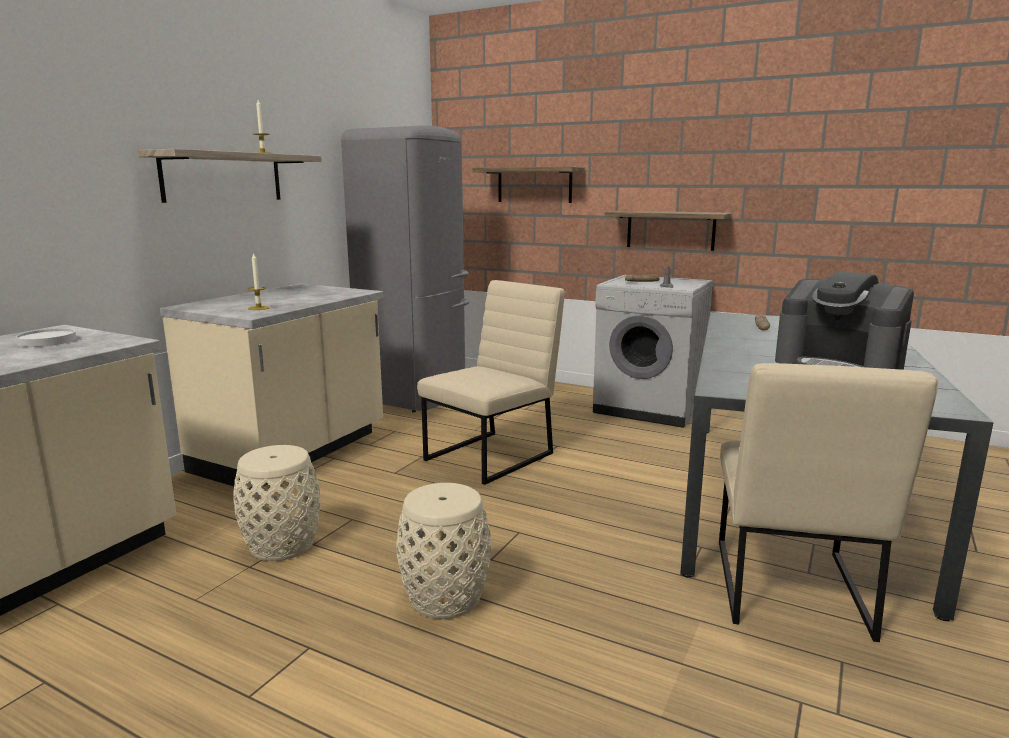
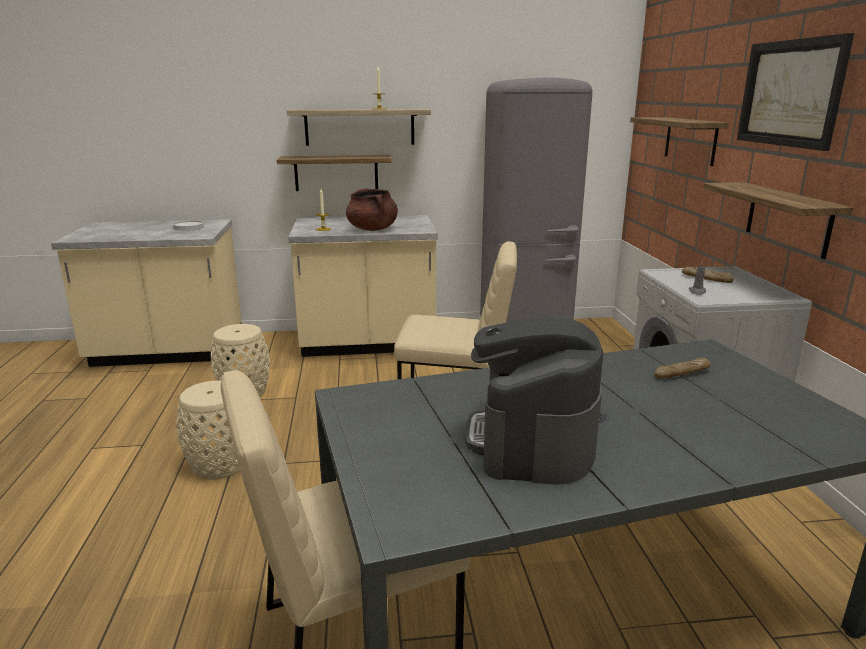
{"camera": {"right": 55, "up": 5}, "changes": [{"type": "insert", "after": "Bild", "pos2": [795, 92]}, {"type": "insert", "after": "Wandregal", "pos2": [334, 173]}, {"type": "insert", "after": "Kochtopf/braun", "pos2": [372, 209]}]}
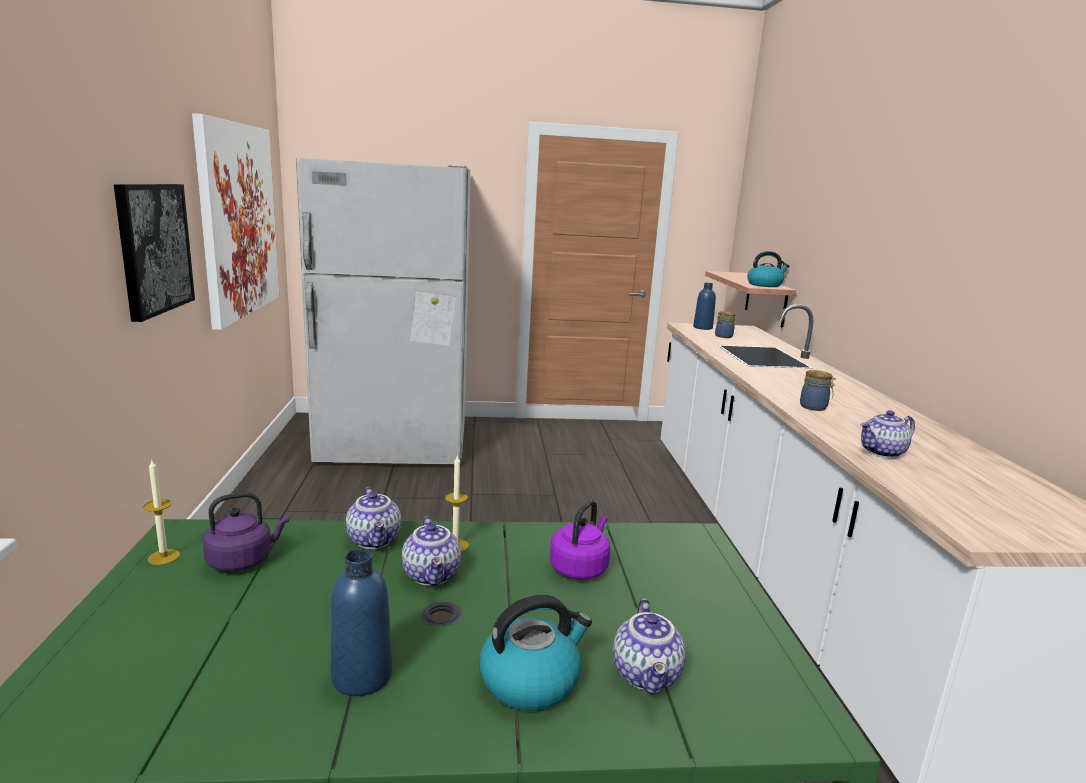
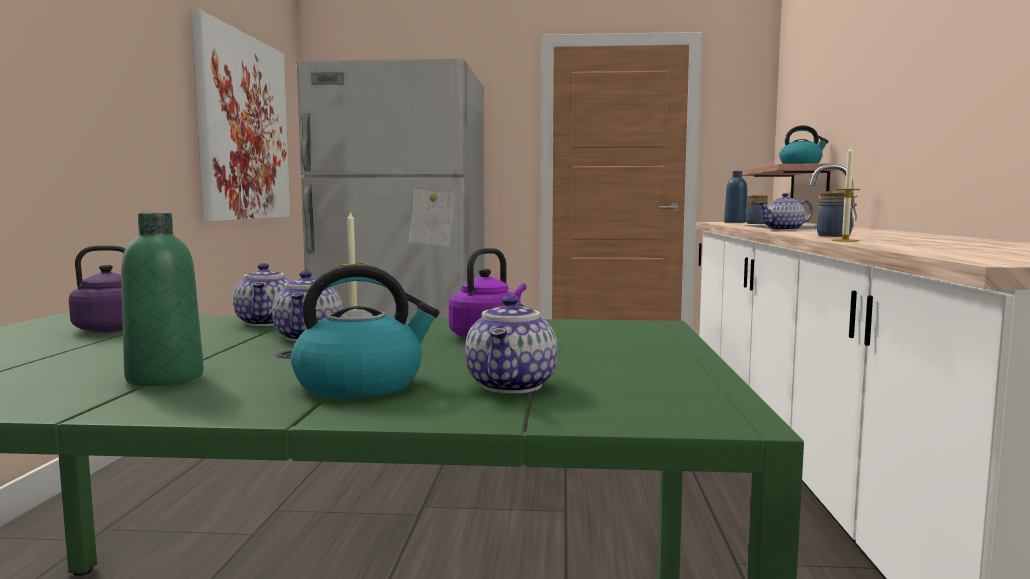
{"camera": {"right": 10, "up": -10}, "changes": [{"type": "delete", "before": "Bild", "pos1": [154, 253]}, {"type": "move", "before": "Teekanne", "pos1": [887, 434], "pos2": [785, 212]}, {"type": "move", "before": "Kerze", "pos1": [161, 512], "pos2": [845, 194]}, {"type": "recolor", "before": "Flasche/blau", "after": "Flasche/grün", "pos1": [361, 622], "pos2": [162, 299]}]}
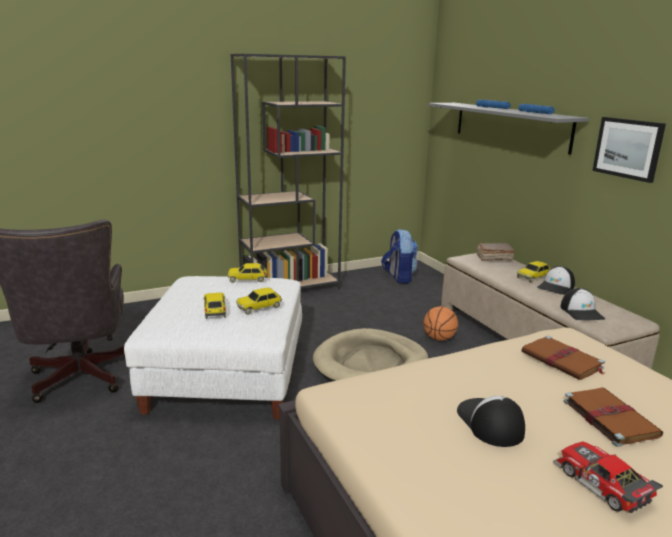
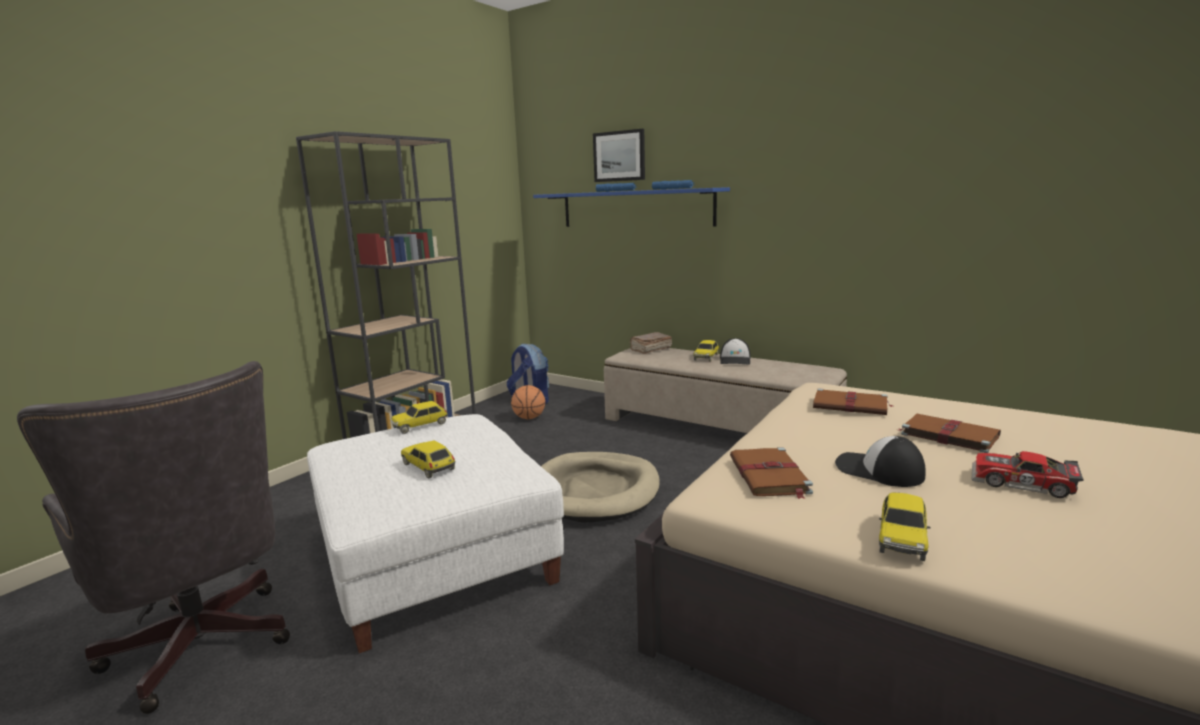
{"camera": {"right": -30, "up": -5}, "changes": [{"type": "recolor", "before": "Wandregal/grau", "after": "Wandregal/blau", "pos1": [508, 129], "pos2": [631, 207]}, {"type": "move", "before": "Bild", "pos1": [629, 150], "pos2": [619, 155]}, {"type": "move", "before": "Spielzeugauto", "pos1": [259, 301], "pos2": [904, 526]}, {"type": "delete", "before": "Kappe", "pos1": [582, 304]}, {"type": "move", "before": "Basketball", "pos1": [440, 323], "pos2": [528, 402]}, {"type": "insert", "after": "Buch/braun", "pos2": [771, 473]}]}
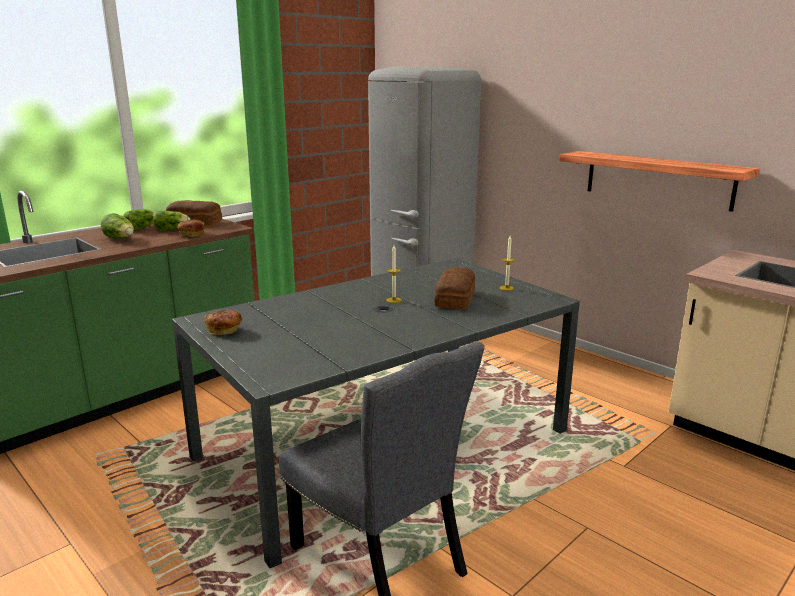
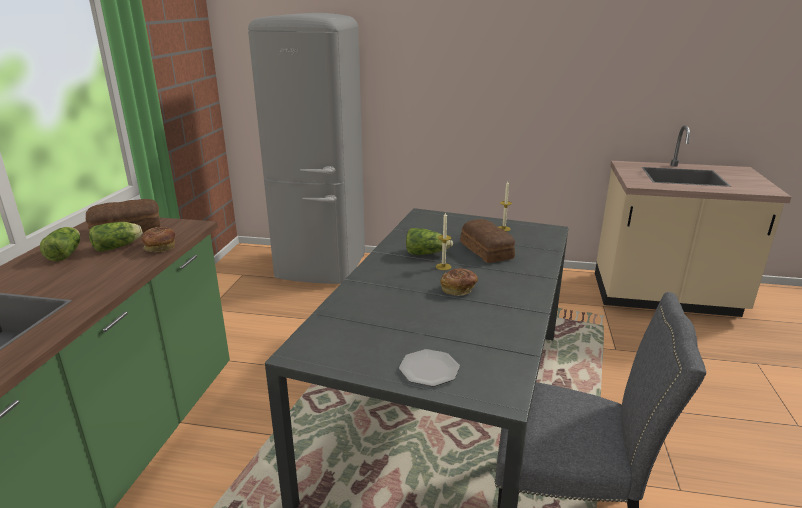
{"camera": {"right": -35, "up": 5}, "changes": [{"type": "delete", "before": "Wandregal", "pos1": [659, 181]}, {"type": "move", "before": "Salatkopf", "pos1": [117, 226], "pos2": [429, 241]}, {"type": "move", "before": "Brot", "pos1": [224, 322], "pos2": [459, 282]}, {"type": "insert", "after": "Teller", "pos2": [429, 368]}]}
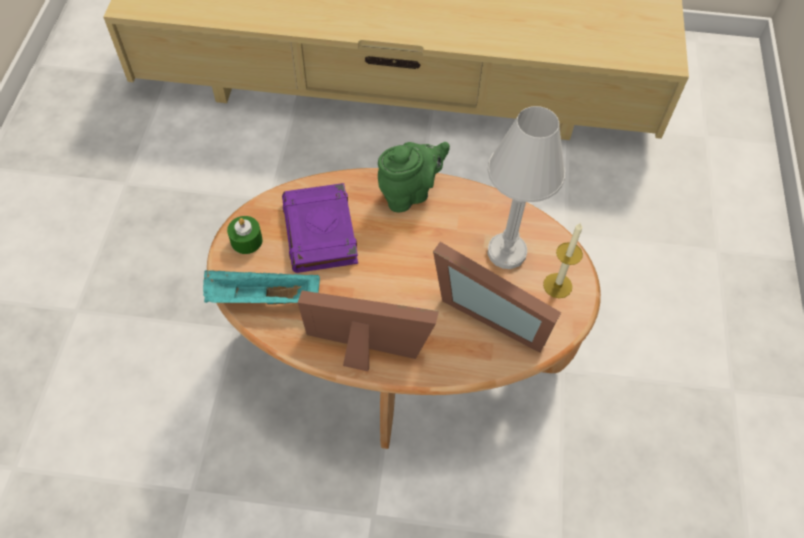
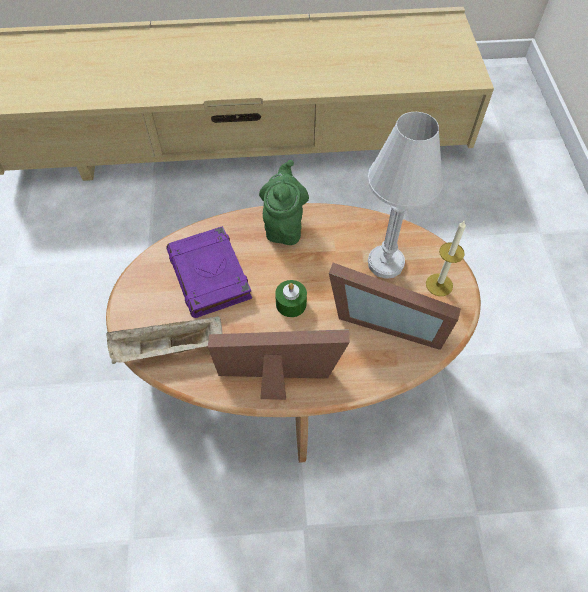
{"camera": {"right": -10, "up": 0}, "changes": [{"type": "rotate", "before": "Teekanne/grün", "pos1": [414, 177], "pos2": [284, 202], "turn": -45}, {"type": "move", "before": "Kerze/grün", "pos1": [245, 235], "pos2": [291, 298]}, {"type": "recolor", "before": "Tablett/türkis", "after": "Tablett/beige", "pos1": [261, 287], "pos2": [164, 340]}]}
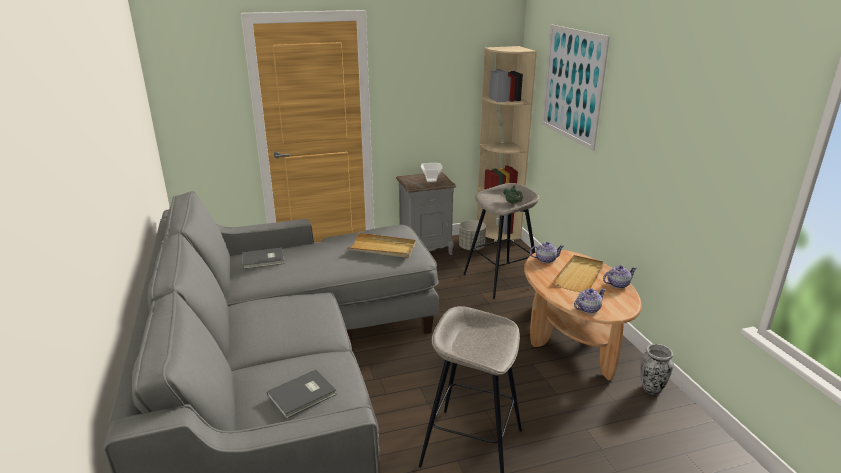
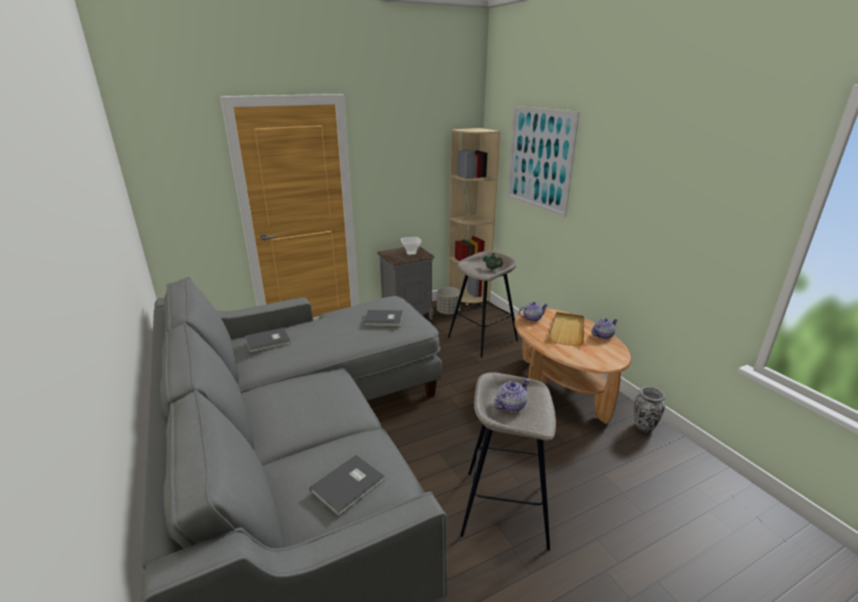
{"camera": {"right": -10, "up": 0}, "changes": [{"type": "replace", "before": "Tablett/beige", "after": "Buch/grau", "pos1": [381, 245], "pos2": [383, 318]}, {"type": "move", "before": "Teekanne", "pos1": [590, 300], "pos2": [512, 395]}]}
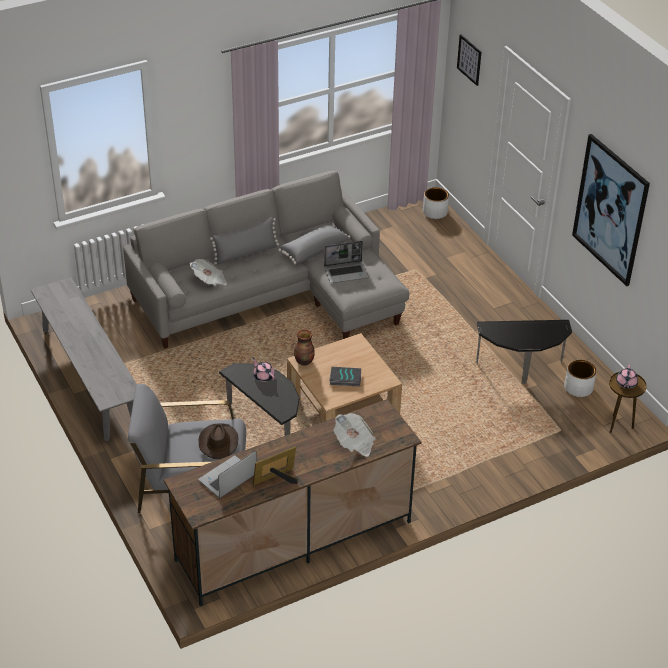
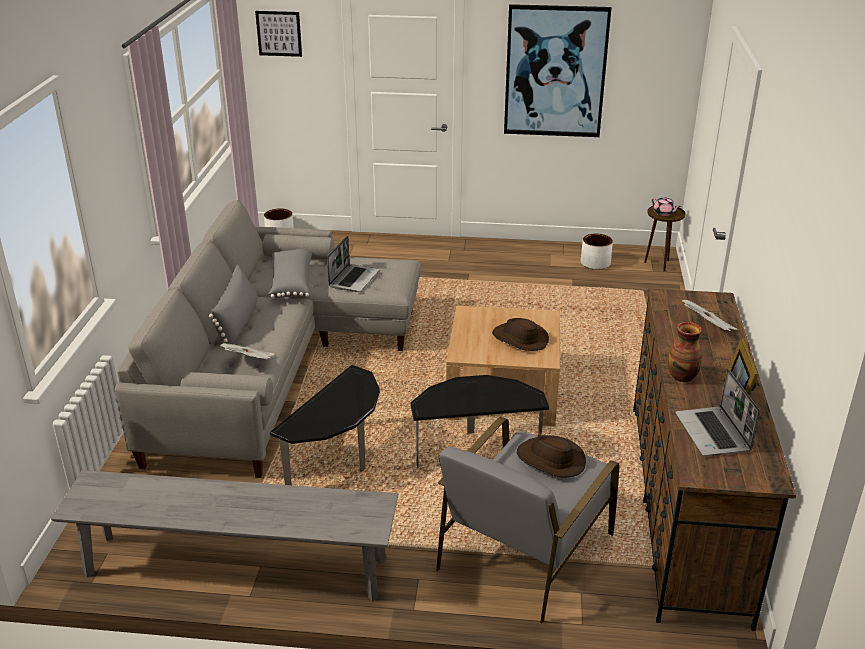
{"camera": {"right": -55, "up": -10}, "changes": [{"type": "move", "before": "Beistelltisch", "pos1": [524, 352], "pos2": [325, 425]}, {"type": "move", "before": "Vase", "pos1": [304, 347], "pos2": [685, 352]}, {"type": "delete", "before": "Teekanne/rosa", "pos1": [263, 370]}, {"type": "replace", "before": "Buch", "after": "Hut/braun", "pos1": [345, 377], "pos2": [520, 334]}]}
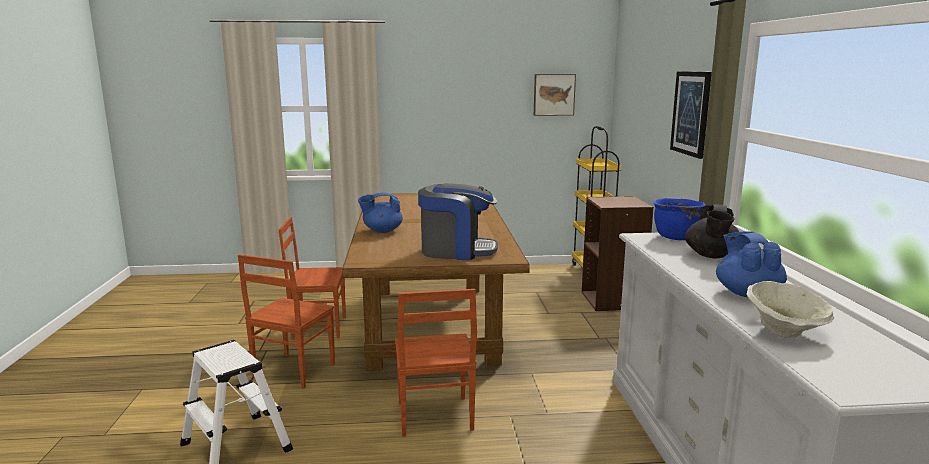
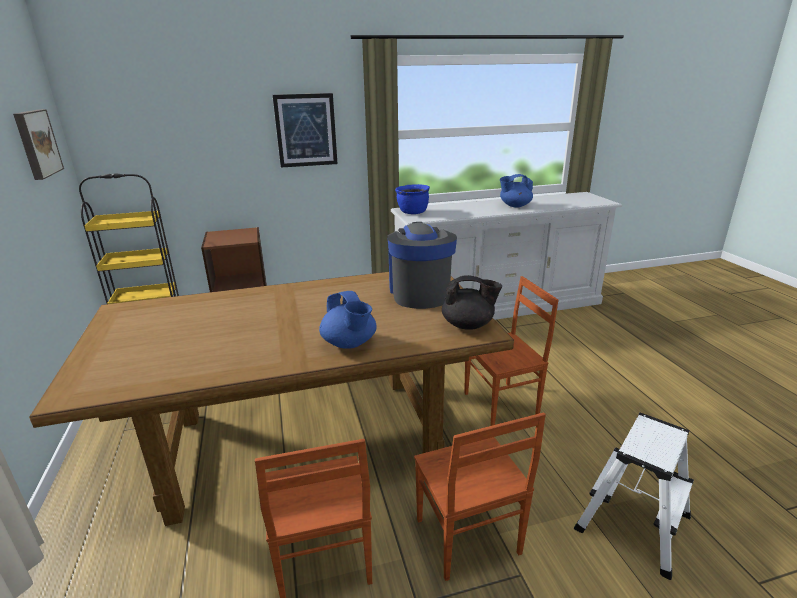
{"camera": {"right": -100, "up": 10}, "changes": [{"type": "move", "before": "Teekanne/schwarz", "pos1": [712, 231], "pos2": [472, 302]}, {"type": "rotate", "before": "Stuhl/braun", "pos1": [286, 321], "pos2": [480, 497], "turn": 60}, {"type": "delete", "before": "Schüssel/beige", "pos1": [790, 309]}]}
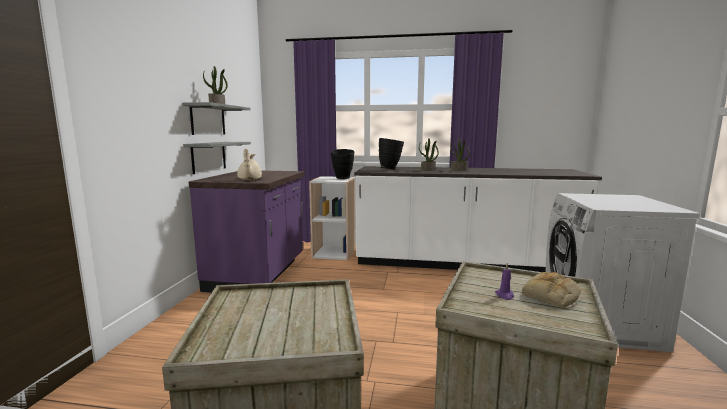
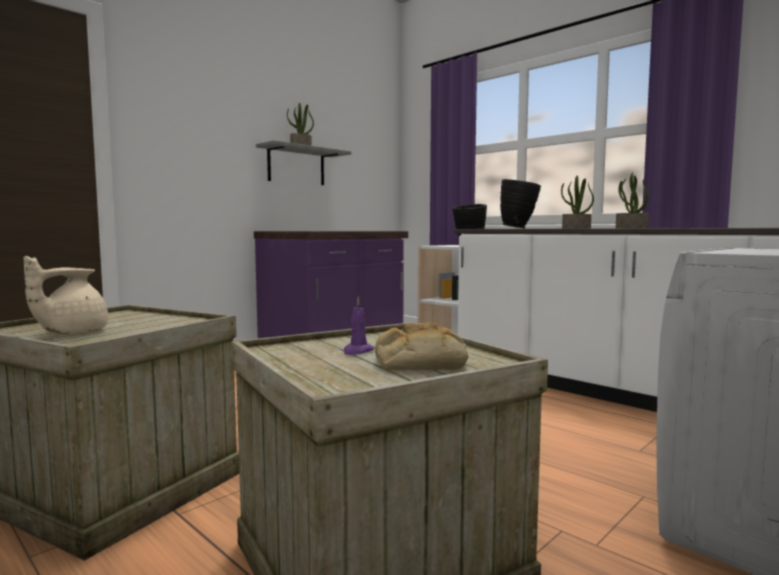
{"camera": {"right": 35, "up": -5}, "changes": [{"type": "delete", "before": "Wandregal/grau", "pos1": [217, 158]}, {"type": "move", "before": "Teekanne/beige", "pos1": [249, 164], "pos2": [66, 295]}]}
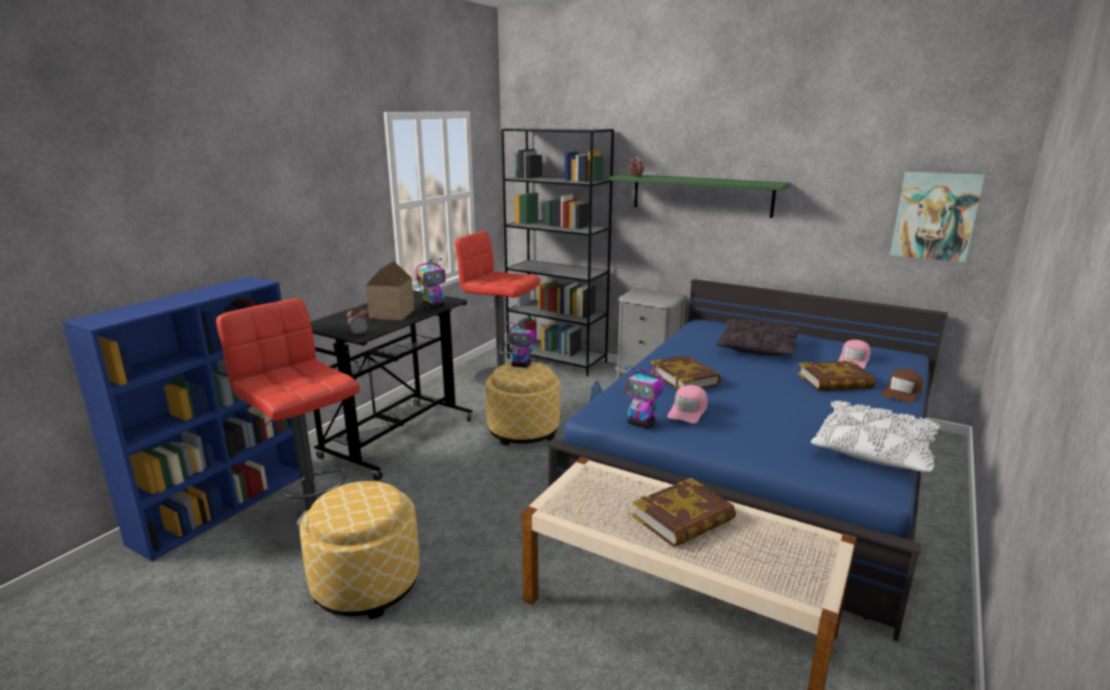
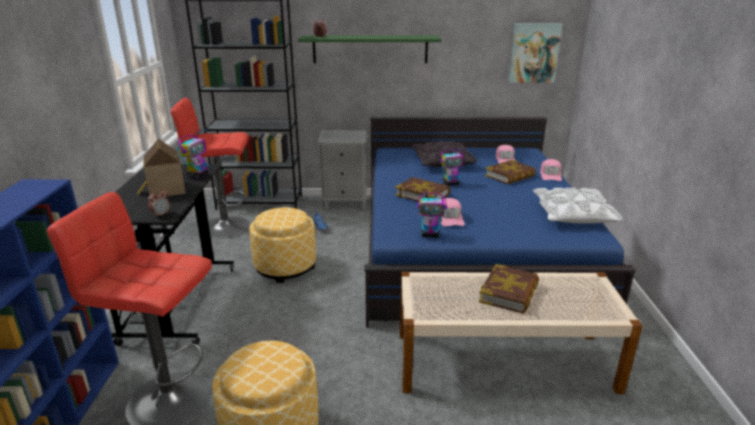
{"camera": {"right": -30, "up": 5}, "changes": [{"type": "move", "before": "Spielzeugroboter", "pos1": [521, 345], "pos2": [452, 167]}, {"type": "recolor", "before": "Kappe/braun", "after": "Kappe/rosa", "pos1": [902, 386], "pos2": [551, 170]}]}
